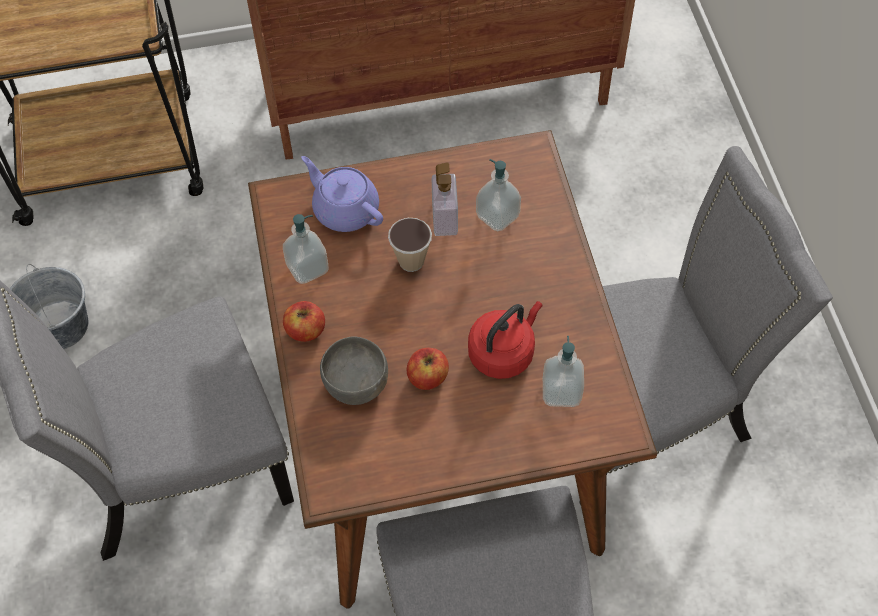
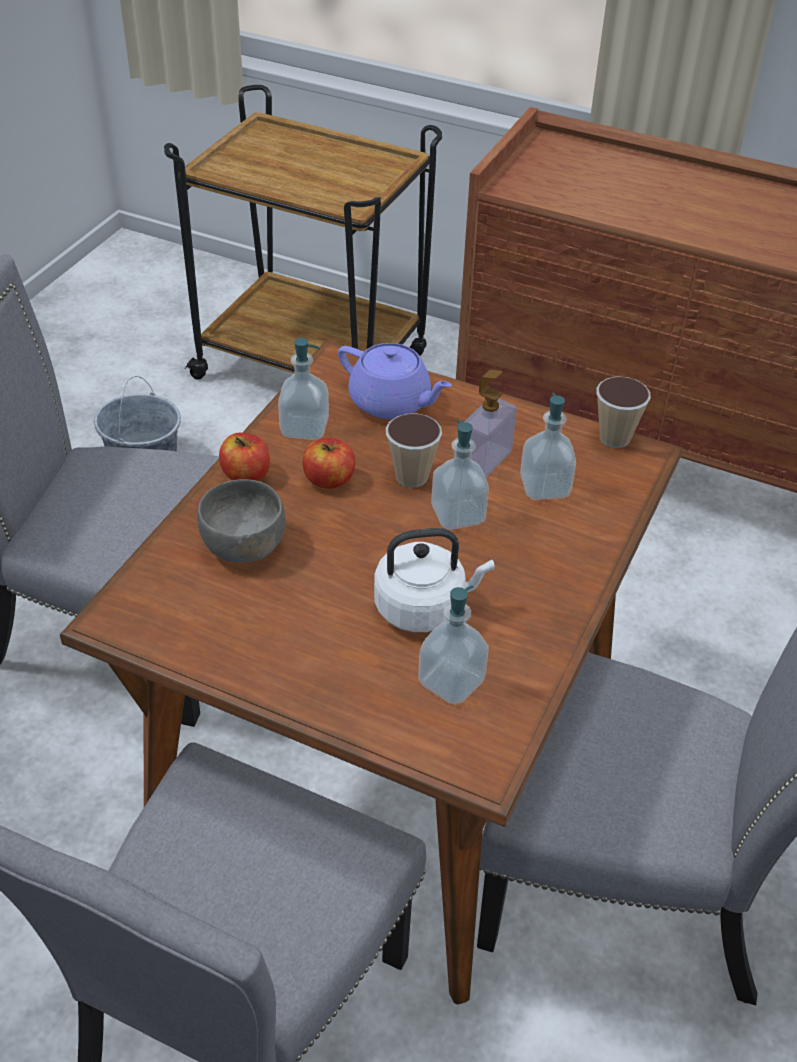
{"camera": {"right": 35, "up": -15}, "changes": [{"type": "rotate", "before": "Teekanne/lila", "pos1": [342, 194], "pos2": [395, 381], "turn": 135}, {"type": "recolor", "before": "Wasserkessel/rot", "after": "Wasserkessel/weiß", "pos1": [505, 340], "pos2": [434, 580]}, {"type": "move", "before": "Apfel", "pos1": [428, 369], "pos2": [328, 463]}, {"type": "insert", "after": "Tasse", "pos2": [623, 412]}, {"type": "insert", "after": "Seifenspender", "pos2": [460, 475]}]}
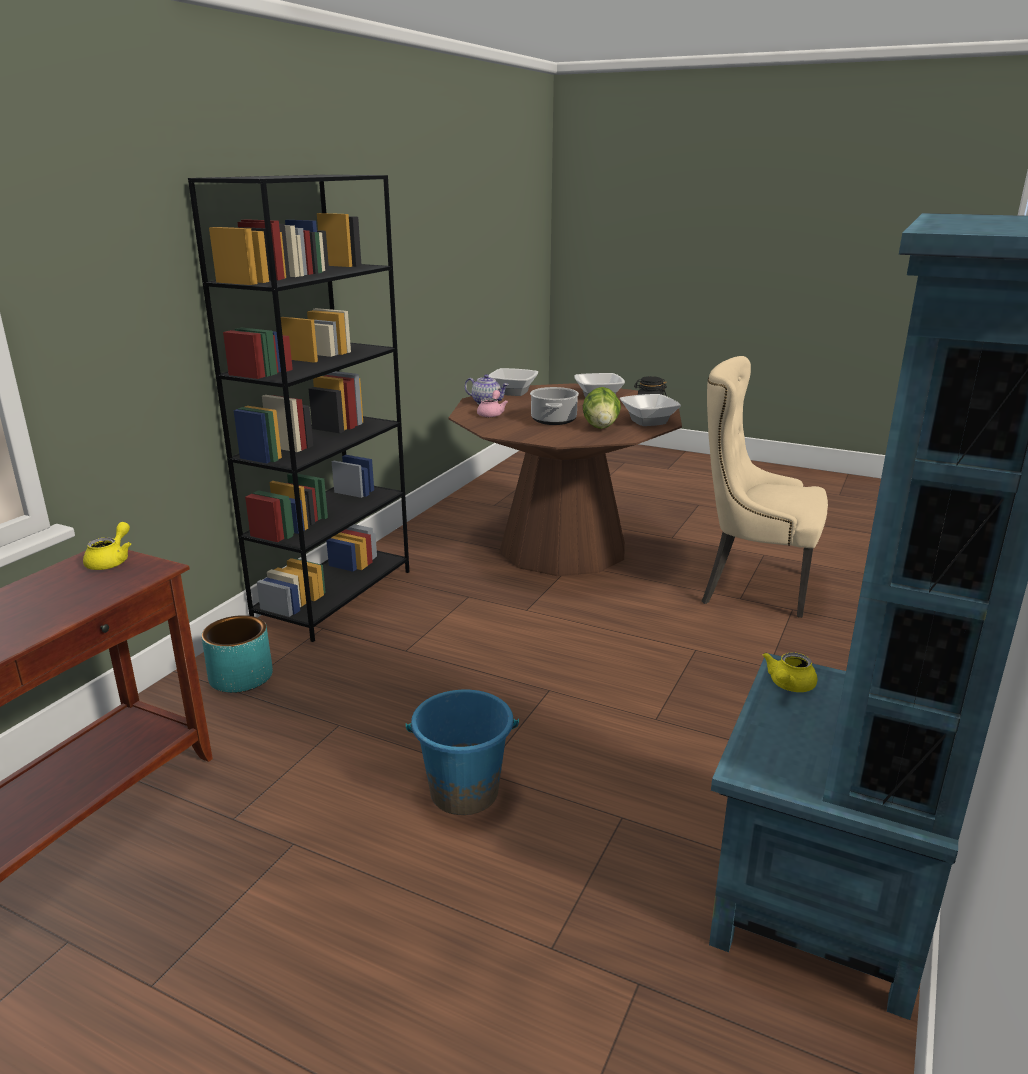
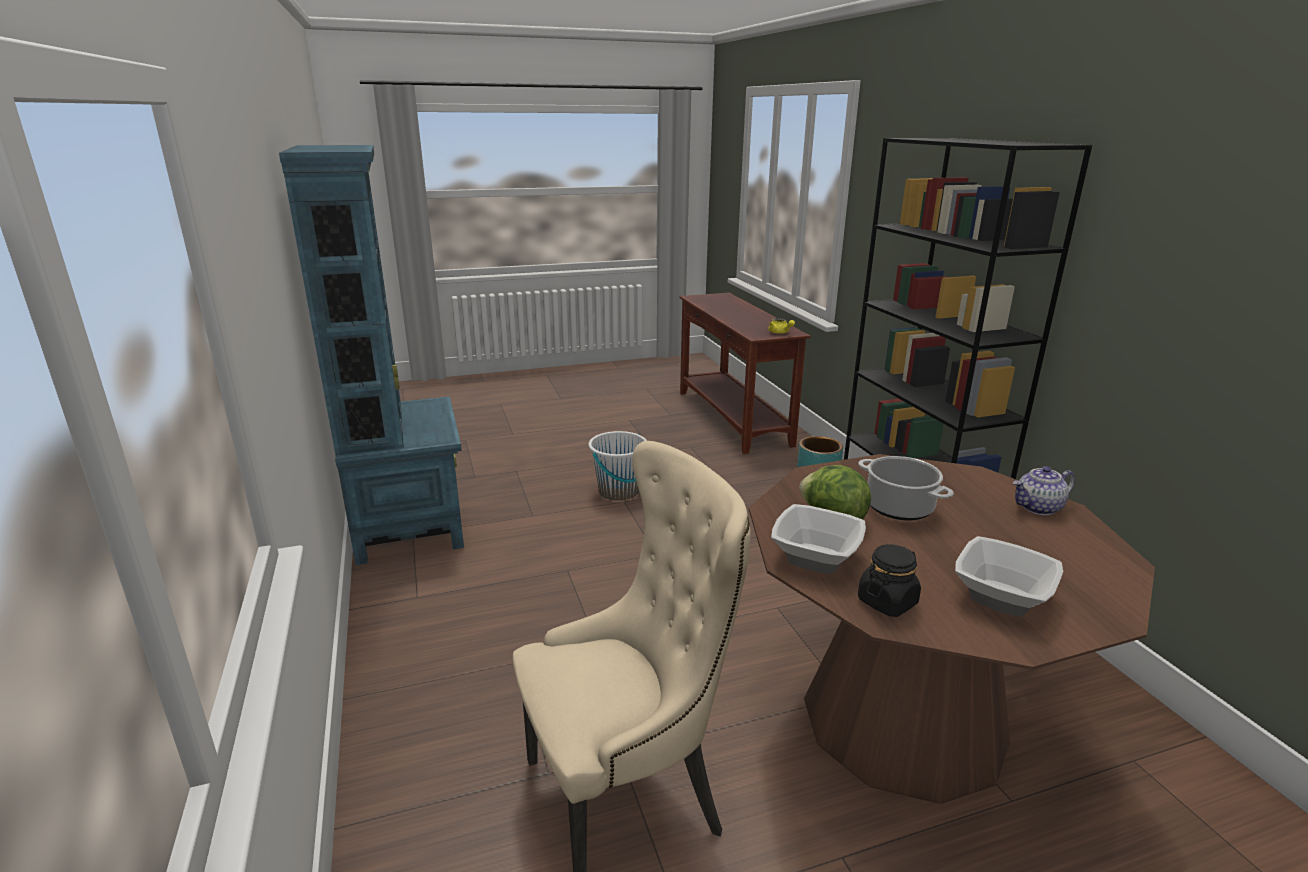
{"camera": {"right": 135, "up": 0}, "changes": [{"type": "delete", "before": "Schüssel", "pos1": [513, 382]}, {"type": "delete", "before": "Teekanne/rosa", "pos1": [492, 403]}, {"type": "delete", "before": "Teekanne/gelb", "pos1": [789, 672]}, {"type": "recolor", "before": "Eimer/blau", "after": "Eimer/weiß", "pos1": [462, 752], "pos2": [618, 465]}]}
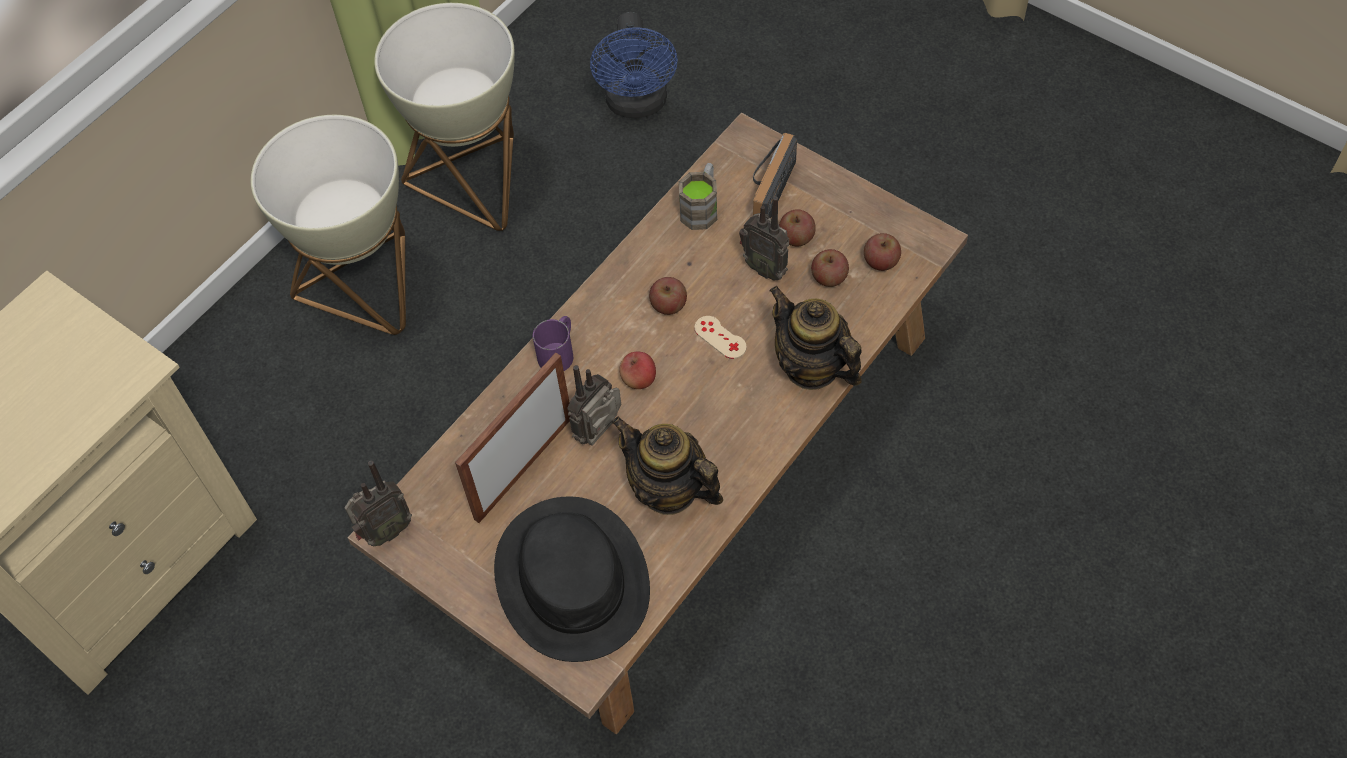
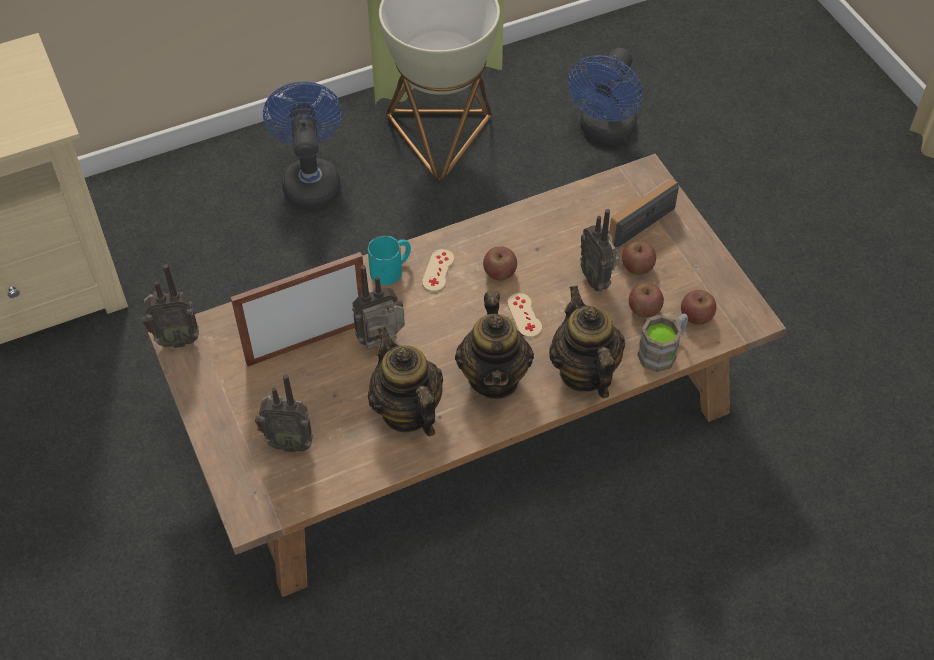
{"camera": {"right": 25, "up": -5}, "changes": [{"type": "replace", "before": "Pflanzkübel", "after": "Ventilator/blau", "pos1": [328, 225], "pos2": [303, 144]}, {"type": "move", "before": "Henkelbecher/braun", "pos1": [698, 196], "pos2": [662, 342]}, {"type": "recolor", "before": "Henkelbecher/lila", "after": "Henkelbecher/türkis", "pos1": [553, 343], "pos2": [389, 260]}, {"type": "delete", "before": "Apfel", "pos1": [637, 370]}, {"type": "replace", "before": "Hut/schwarz", "after": "Radio", "pos1": [572, 579], "pos2": [284, 413]}, {"type": "insert", "after": "Gamepad/beige", "pos2": [438, 270]}, {"type": "insert", "after": "Teekanne", "pos2": [494, 345]}]}
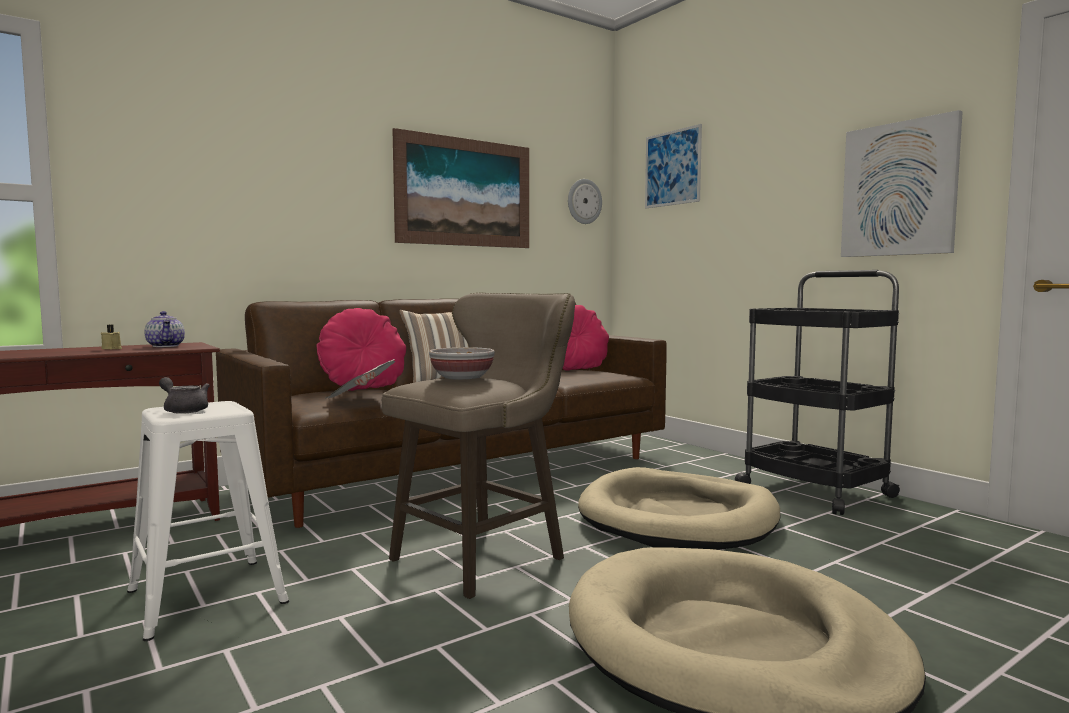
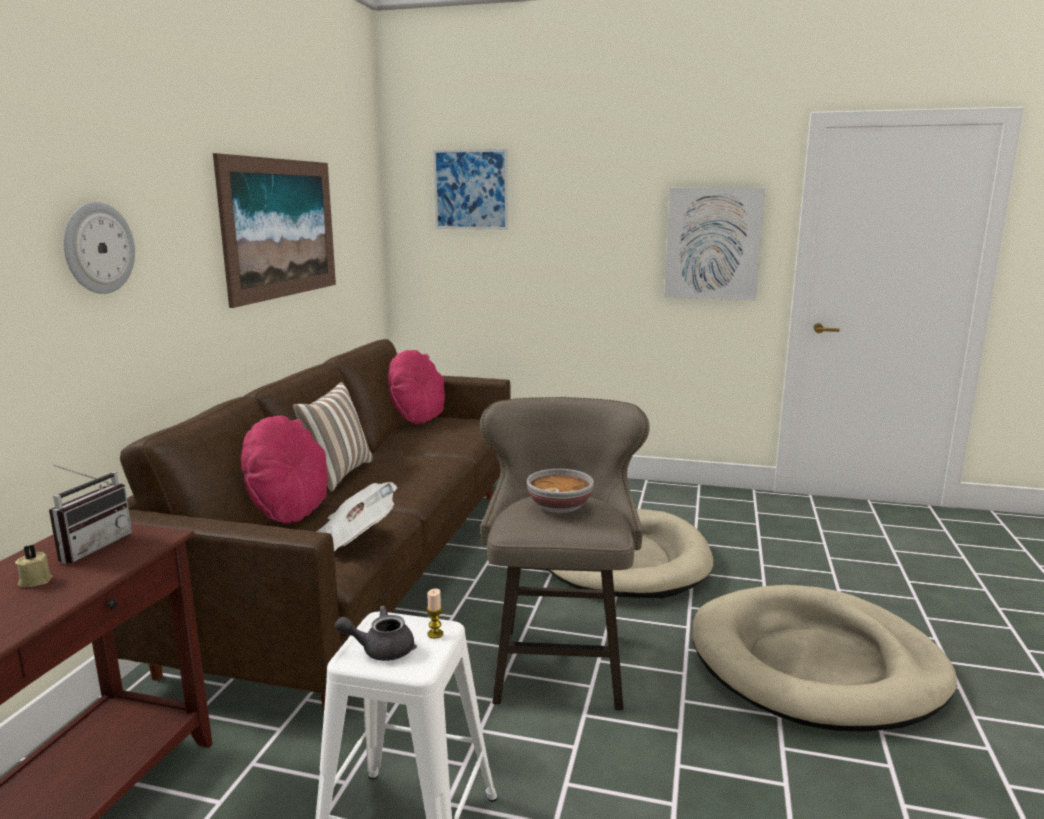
{"camera": {"right": -40, "up": 10}, "changes": [{"type": "move", "before": "Wanduhr", "pos1": [585, 201], "pos2": [99, 248]}, {"type": "delete", "before": "Rollwagen/schwarz", "pos1": [817, 392]}, {"type": "replace", "before": "Teekanne", "after": "Radio", "pos1": [164, 329], "pos2": [90, 514]}, {"type": "insert", "after": "Kerze", "pos2": [434, 614]}]}
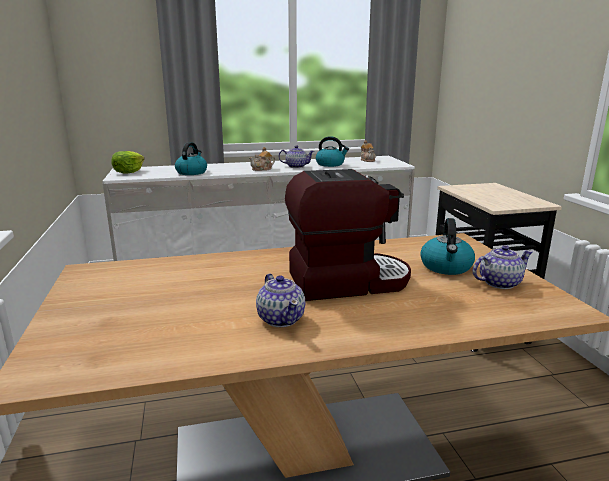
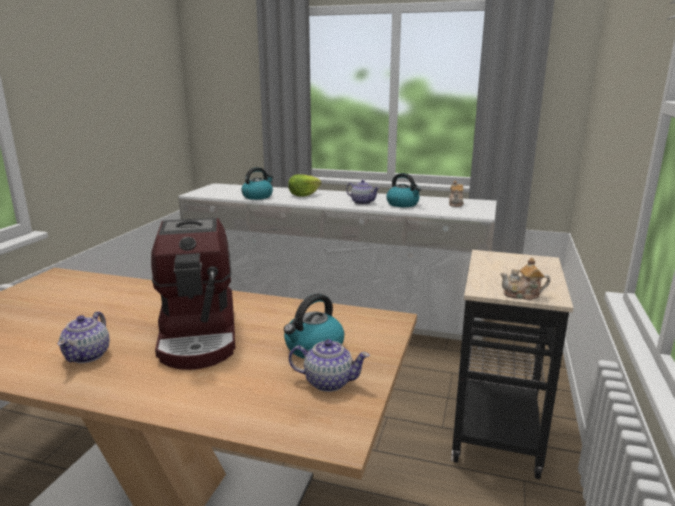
{"camera": {"right": 30, "up": 0}, "changes": [{"type": "move", "before": "Teekanne", "pos1": [262, 159], "pos2": [525, 279]}, {"type": "move", "before": "Salatkopf", "pos1": [128, 162], "pos2": [305, 186]}, {"type": "rotate", "before": "Kaffeemaschine", "pos1": [348, 235], "pos2": [193, 294], "turn": 60}]}
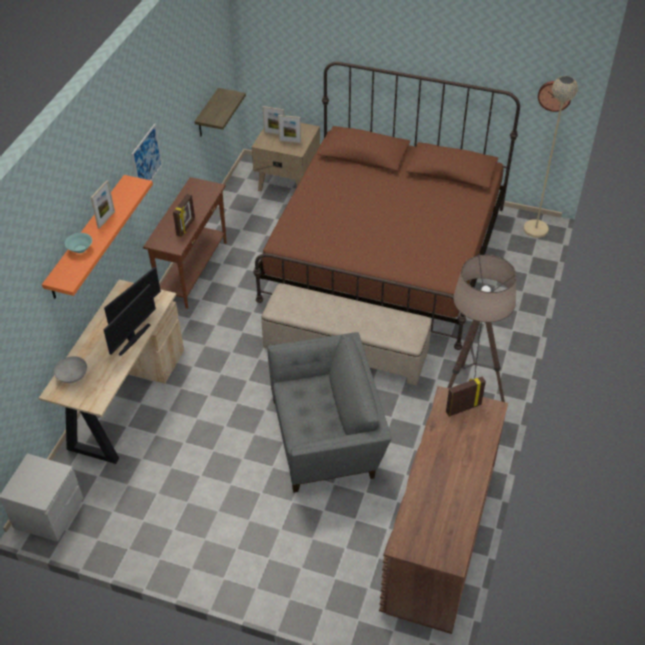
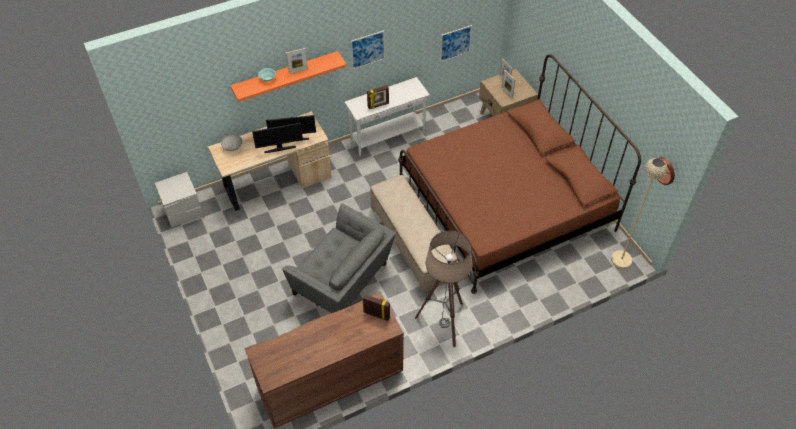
{"camera": {"right": 45, "up": 5}, "changes": [{"type": "replace", "before": "Wandregal", "after": "Bild", "pos1": [220, 112], "pos2": [456, 43]}, {"type": "recolor", "before": "Konsolentisch/braun", "after": "Konsolentisch/weiß", "pos1": [185, 243], "pos2": [387, 116]}]}
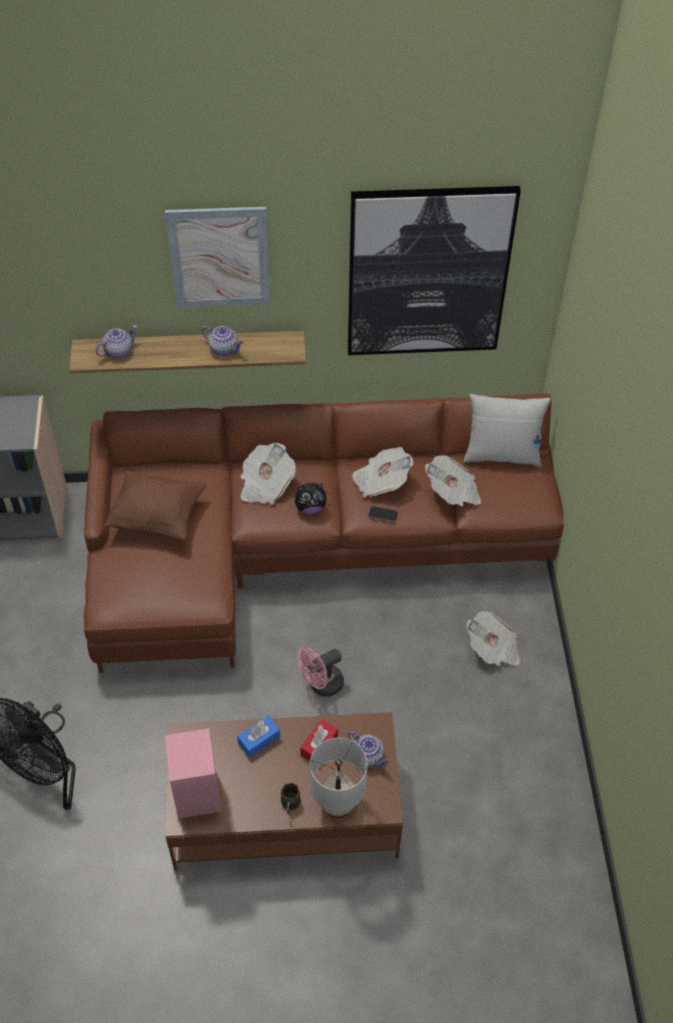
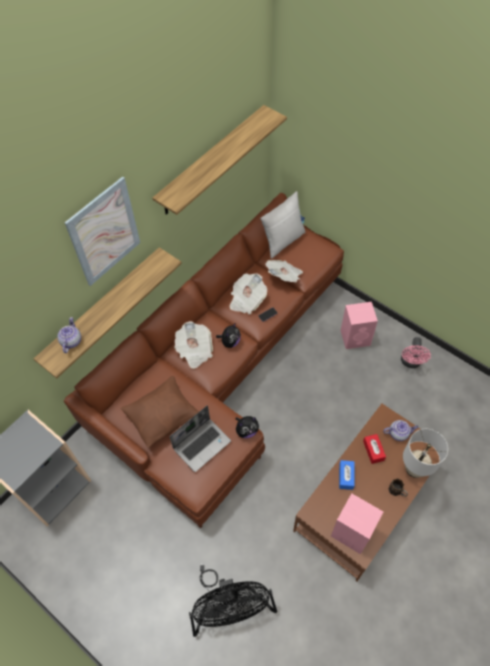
{"camera": {"right": -45, "up": 5}, "changes": [{"type": "replace", "before": "Bild", "after": "Wandregal", "pos1": [434, 270], "pos2": [219, 160]}, {"type": "delete", "before": "Teekanne", "pos1": [222, 341]}, {"type": "replace", "before": "Zeitung", "after": "Lautsprecher/rosa", "pos1": [493, 638], "pos2": [359, 325]}, {"type": "move", "before": "Ventilator/rosa", "pos1": [321, 672], "pos2": [416, 352]}, {"type": "insert", "after": "Laptop", "pos2": [200, 438]}, {"type": "insert", "after": "Plüschtier", "pos2": [247, 427]}]}
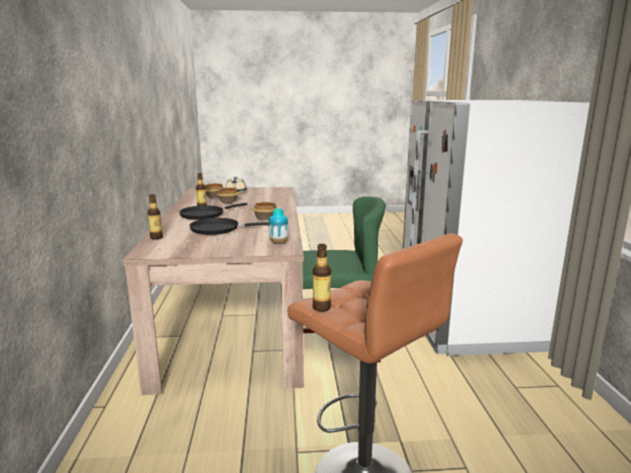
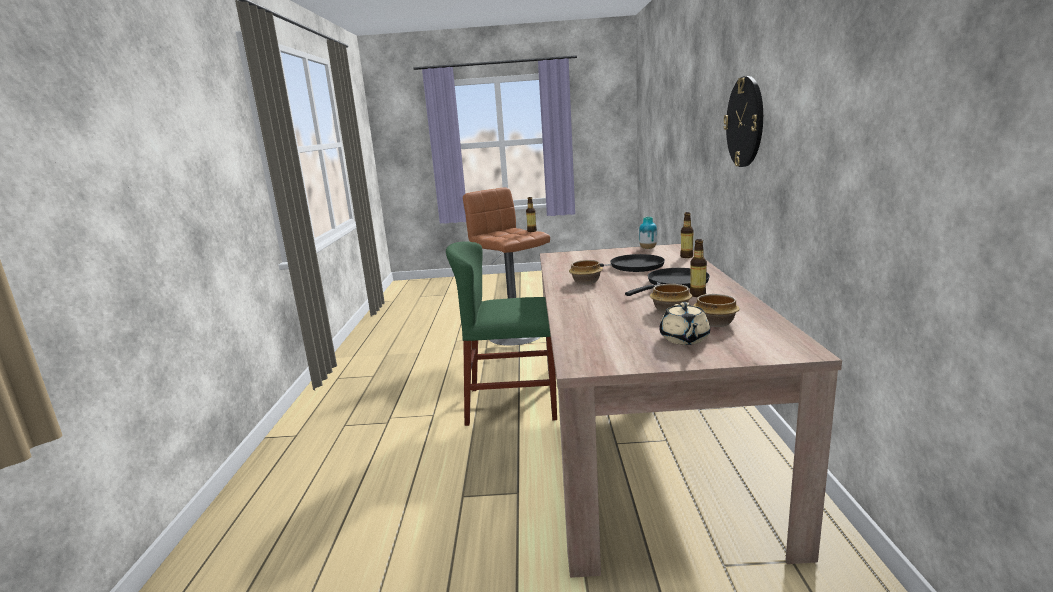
{"camera": {"right": -175, "up": 0}, "changes": [{"type": "delete", "before": "Kühlschrank/weiß", "pos1": [496, 228]}, {"type": "move", "before": "Vase", "pos1": [278, 226], "pos2": [648, 233]}, {"type": "insert", "after": "Wanduhr", "pos2": [743, 121]}]}
